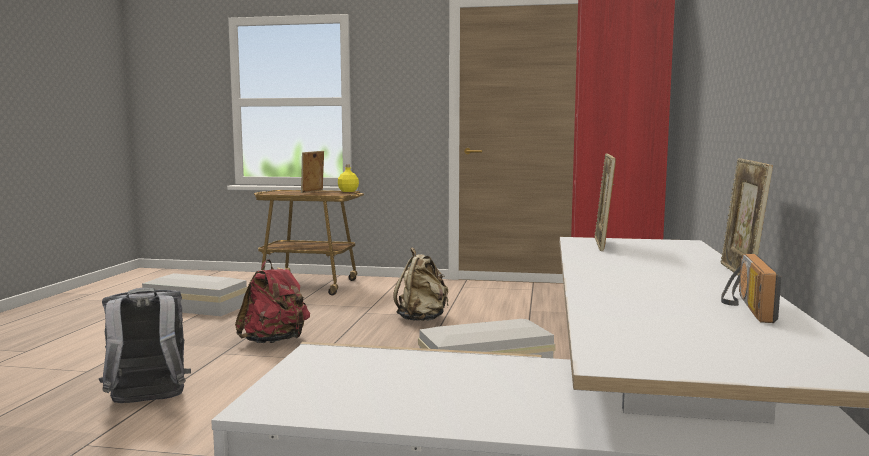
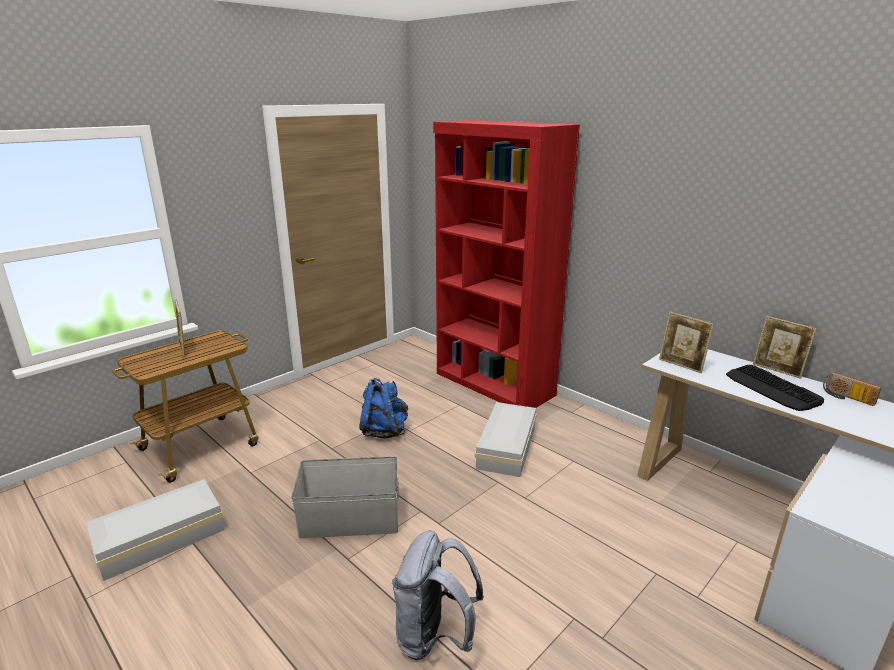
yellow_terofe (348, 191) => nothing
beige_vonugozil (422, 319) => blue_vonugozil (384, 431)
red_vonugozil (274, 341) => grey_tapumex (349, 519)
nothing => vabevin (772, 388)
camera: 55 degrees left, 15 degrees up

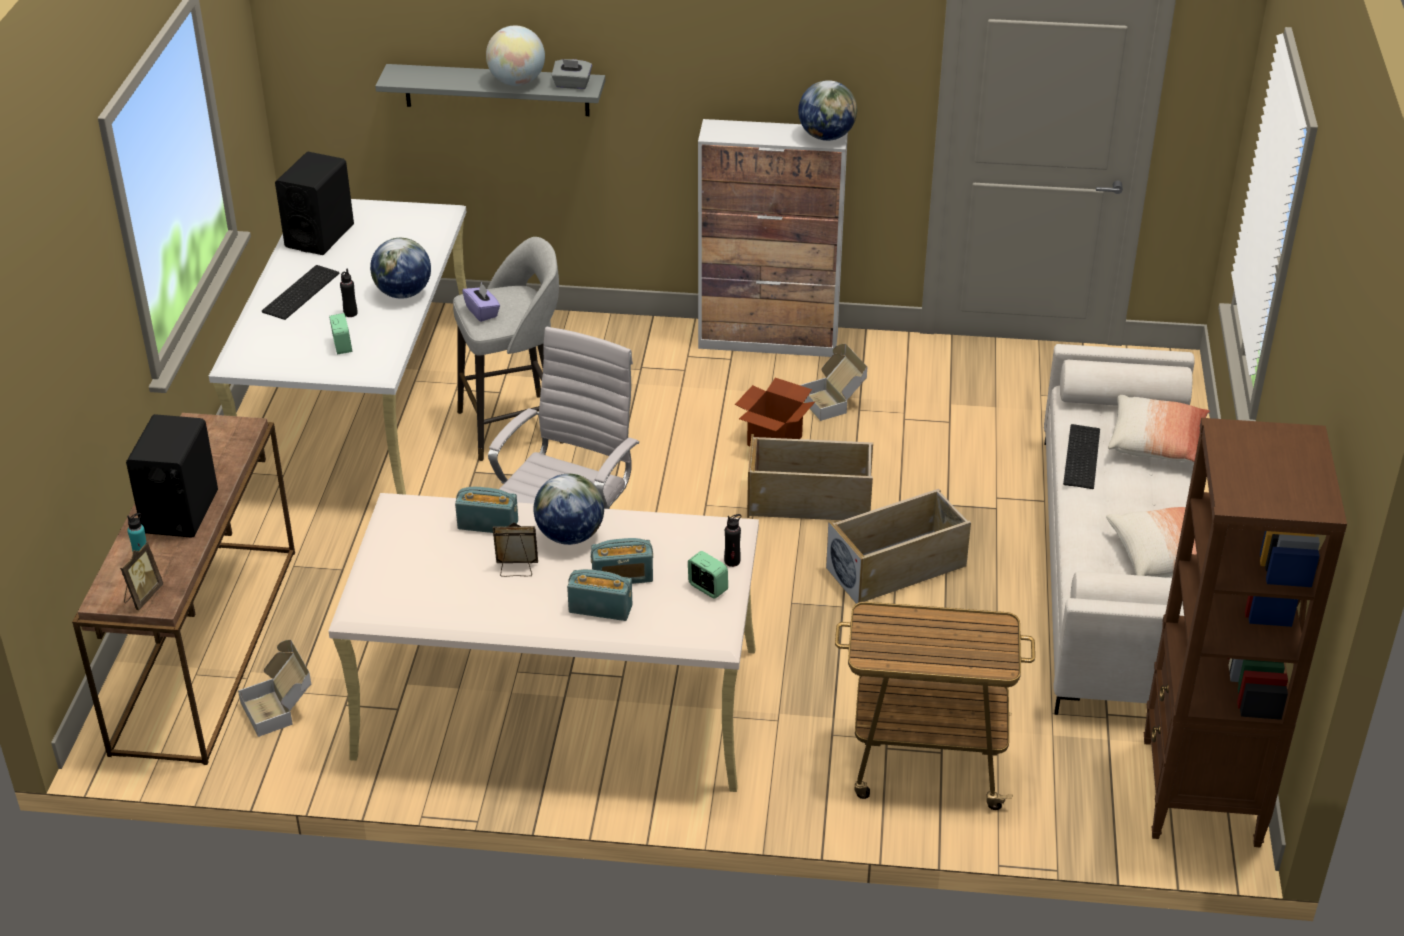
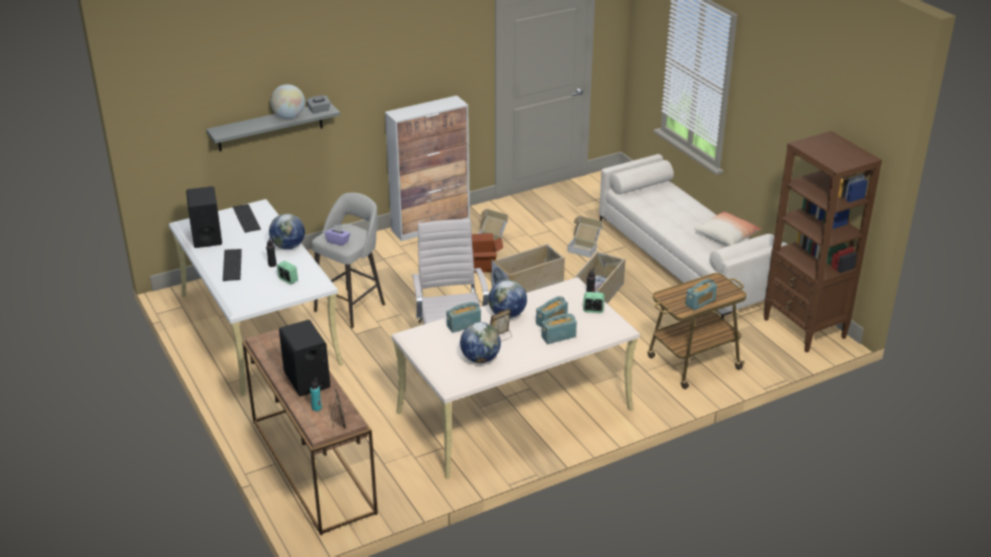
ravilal (826, 136) => ravilal (480, 359), moved
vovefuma (1156, 443) => nothing
vabevin (1080, 456) => vabevin (245, 218), moved
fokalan (280, 709) => fokalan (584, 248), moved
nothing => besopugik (700, 302)
camera: 35 degrees left, 5 degrees down

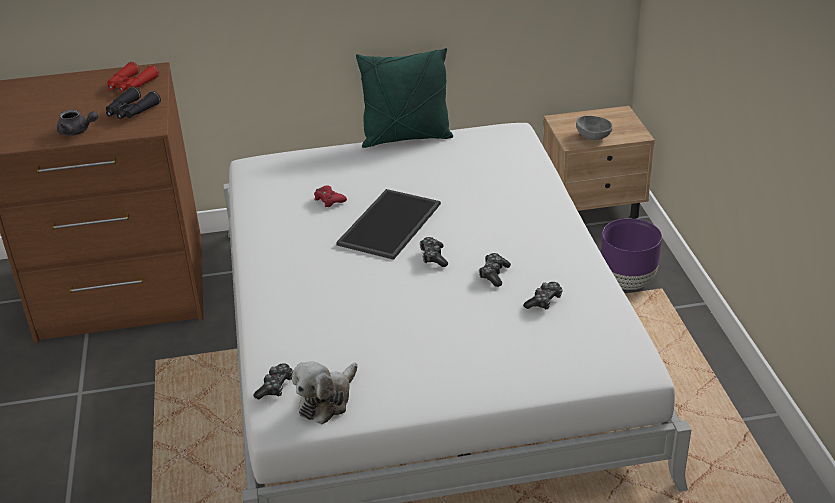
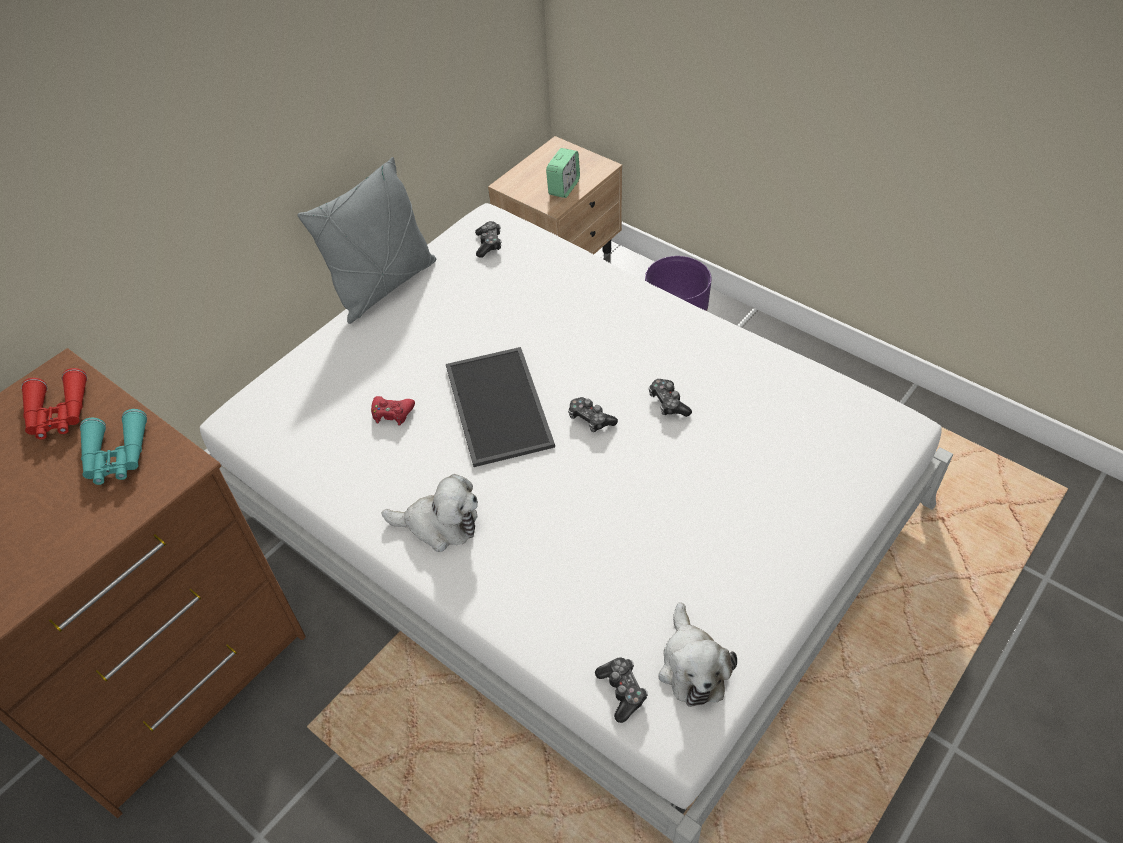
green_vovefuma (406, 138) => grey_vovefuma (384, 286)
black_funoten (131, 112) => turquoise_funoten (116, 457)
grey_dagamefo (77, 131) => nothing
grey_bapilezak (593, 136) => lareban (564, 188)
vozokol (544, 301) => vozokol (488, 244), moved
nothing => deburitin (439, 525)
camera: 40 degrees left, 15 degrees up

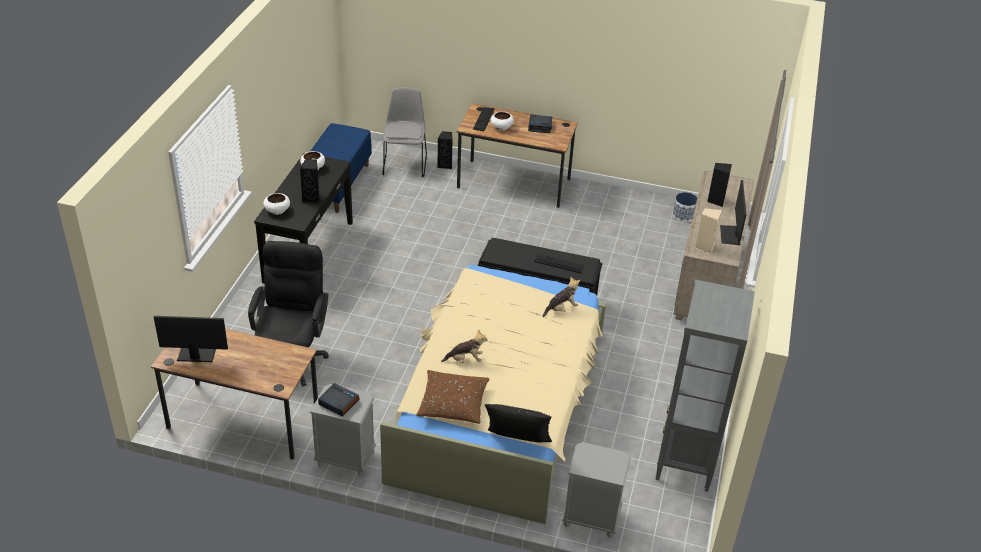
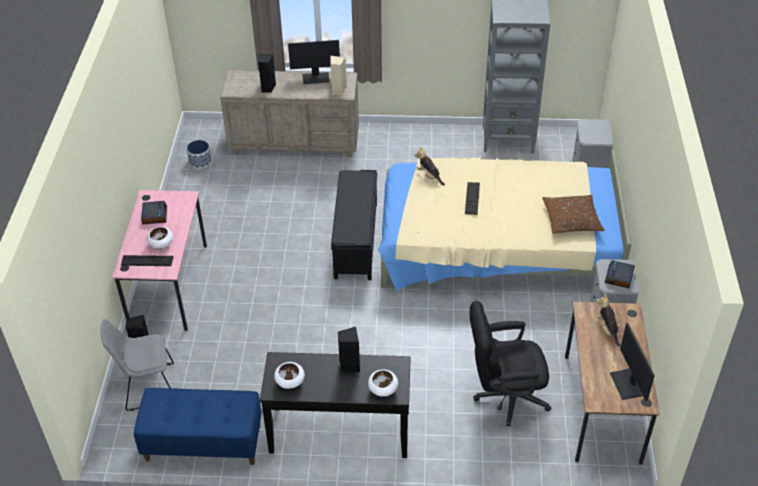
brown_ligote (514, 183) => pink_ligote (169, 285)
vabevin (559, 263) => vabevin (472, 198), moved
deburitin (465, 360) => deburitin (607, 329), moved
black_vovefuma (517, 444) => nothing
camera: 100 degrees left, 5 degrees up

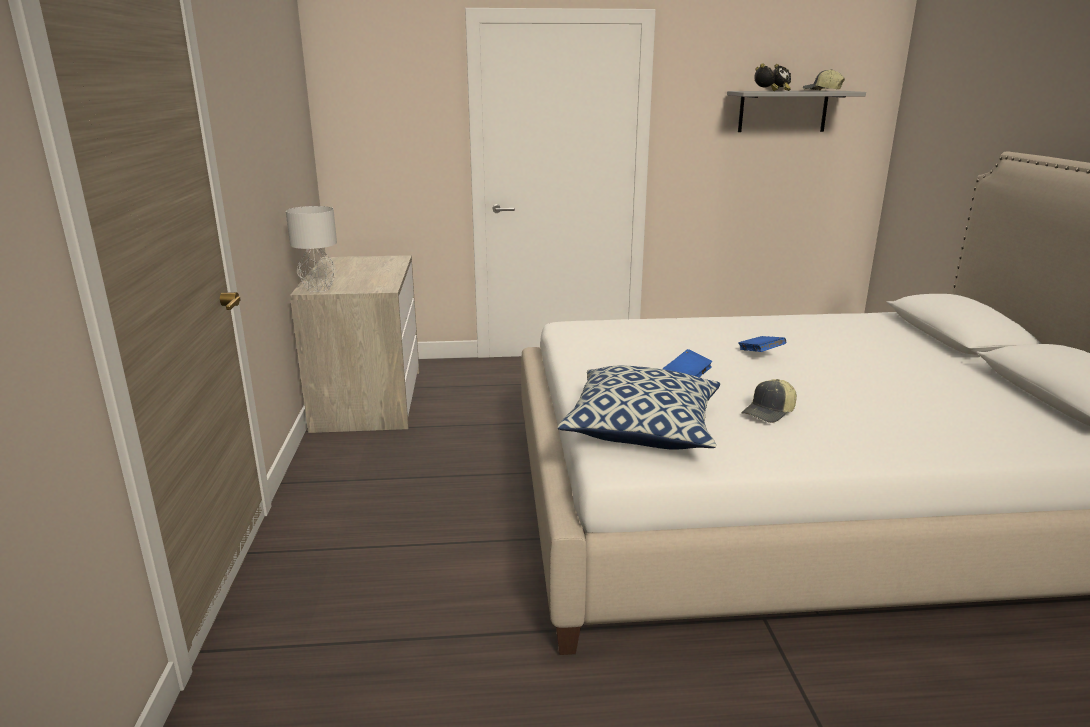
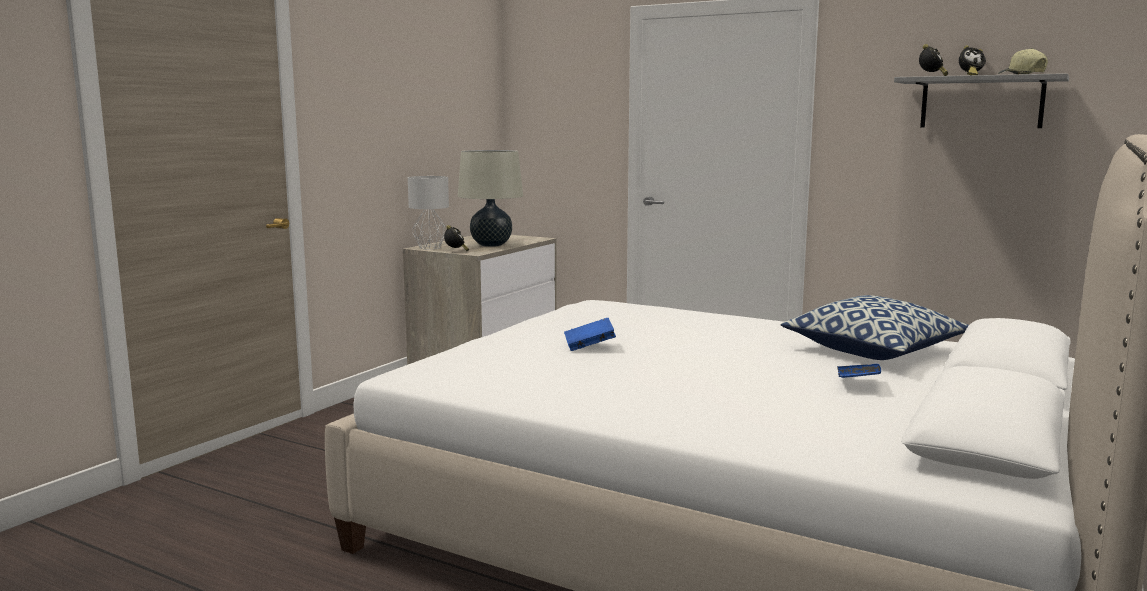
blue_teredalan (760, 354) => blue_teredalan (858, 385), moved
vovefuma (643, 429) => vovefuma (874, 351), moved
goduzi (769, 413) => nothing
nothing => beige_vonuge (491, 245)
nothing => lareban (456, 251)
camera: 35 degrees right, 10 degrees down

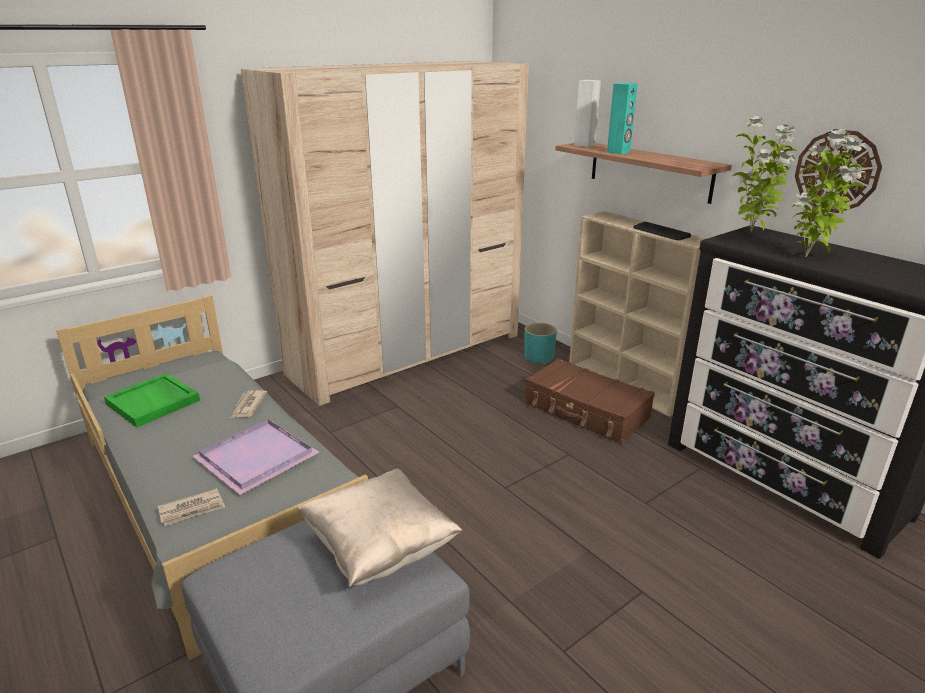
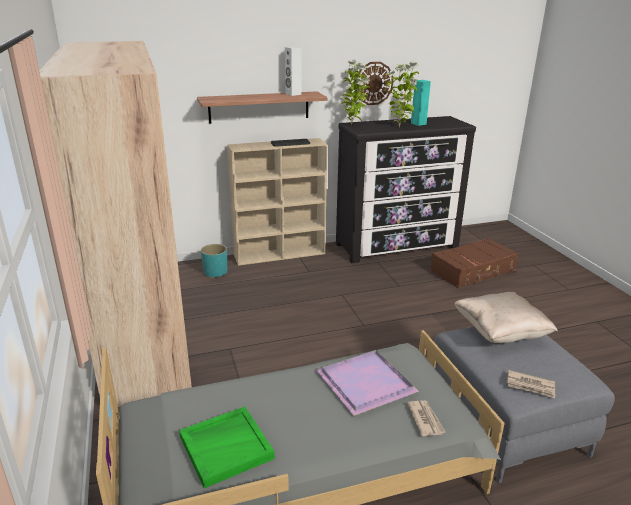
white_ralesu (584, 145) => white_ralesu (293, 94), moved
turquoise_ralesu (618, 152) => turquoise_ralesu (418, 124), moved
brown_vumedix (586, 411) => brown_vumedix (473, 271), moved
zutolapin (248, 406) => zutolapin (530, 386), moved
camera: 70 degrees left, 0 degrees up

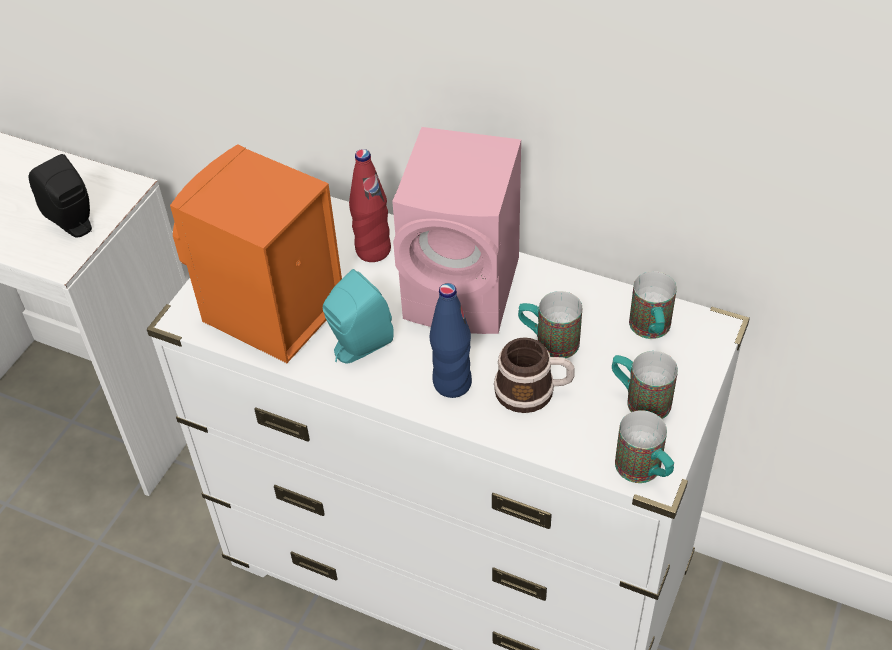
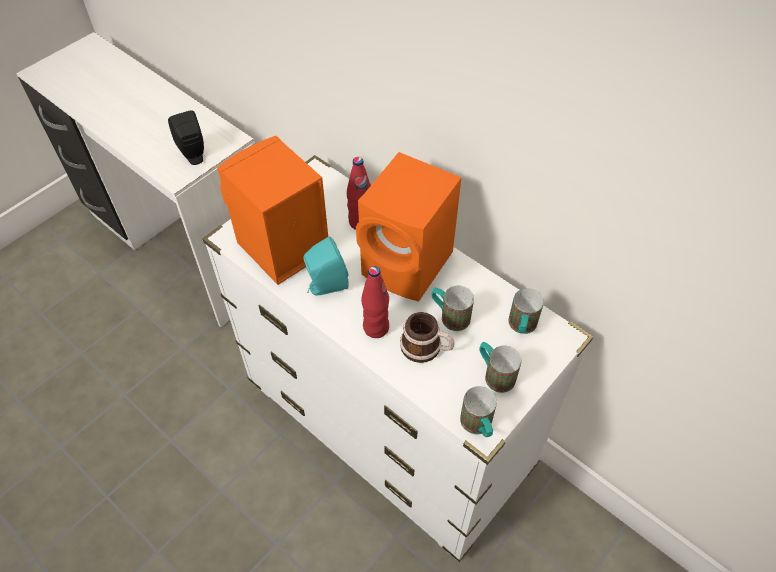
pink_ralesu (466, 290) => orange_ralesu (409, 266)
blue_terofe (452, 383) => red_terofe (376, 328)
camera: 15 degrees right, 5 degrees up

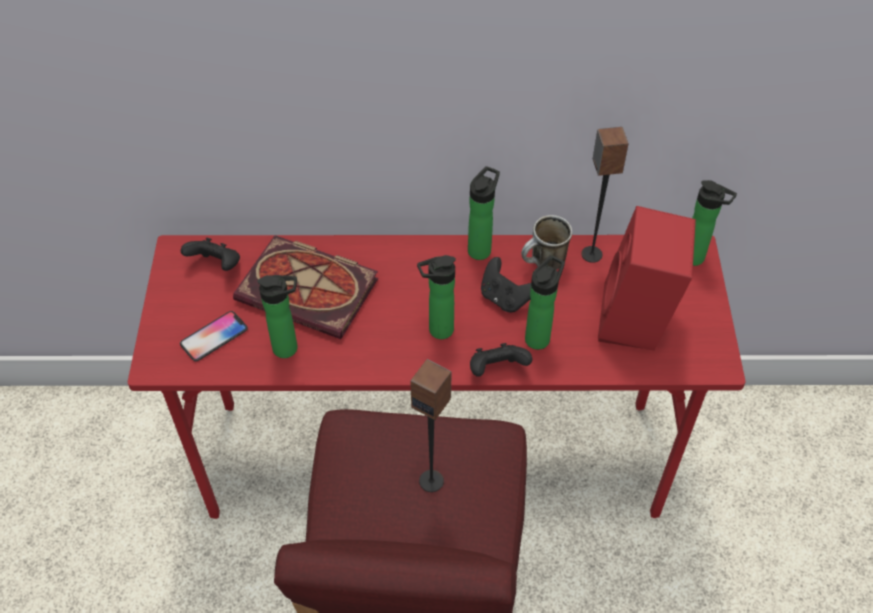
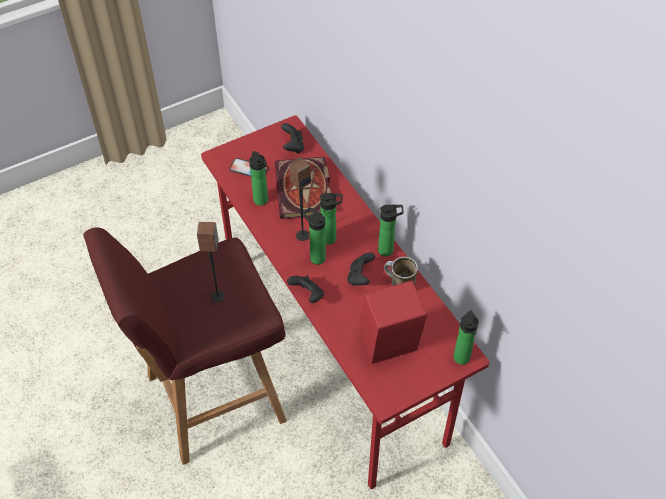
ralesu (591, 254) => ralesu (302, 235), moved
terofe (539, 337) => terofe (331, 239), moved
camera: 60 degrees right, 0 degrees up

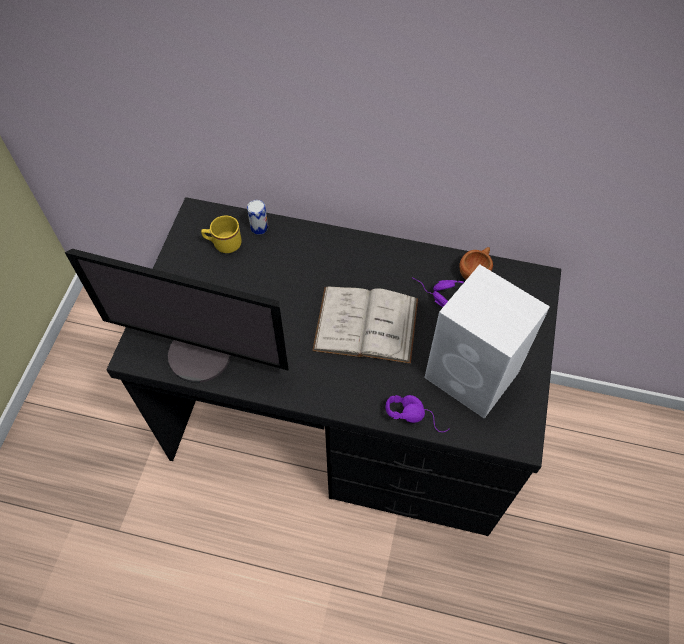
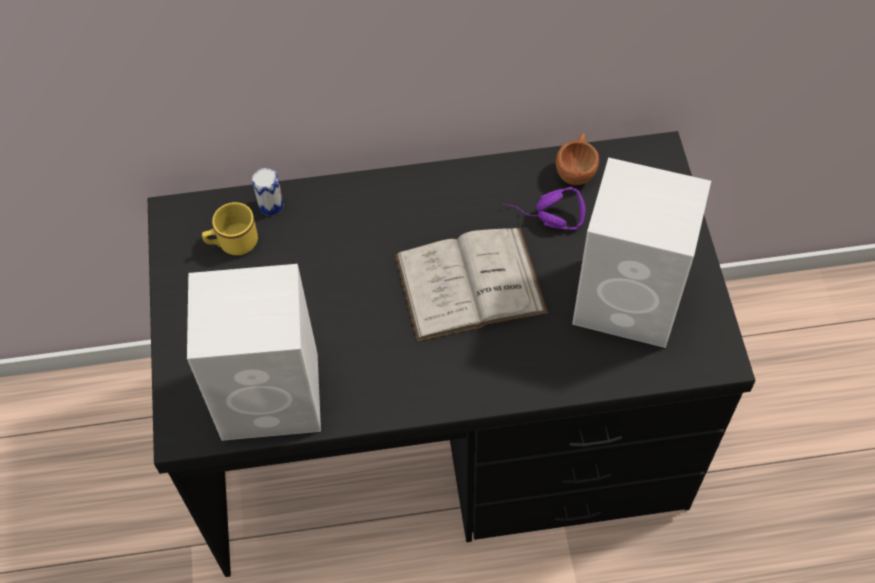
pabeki (201, 353) => white_ralesu (273, 396)
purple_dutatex (417, 415) => nothing
camera: 20 degrees left, 0 degrees up

